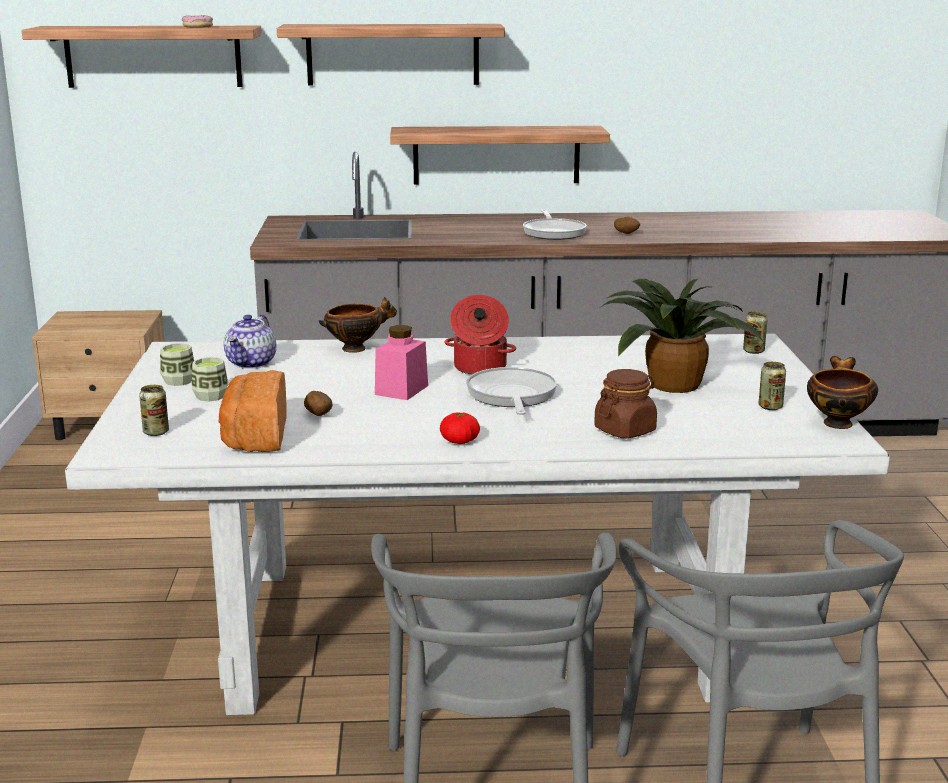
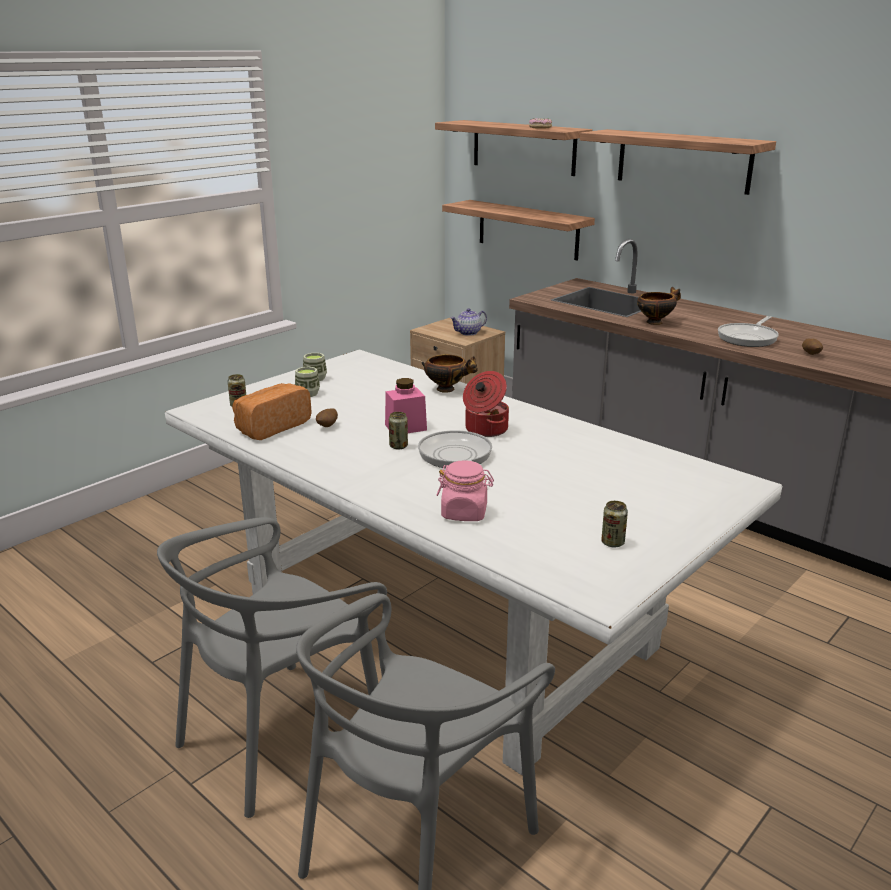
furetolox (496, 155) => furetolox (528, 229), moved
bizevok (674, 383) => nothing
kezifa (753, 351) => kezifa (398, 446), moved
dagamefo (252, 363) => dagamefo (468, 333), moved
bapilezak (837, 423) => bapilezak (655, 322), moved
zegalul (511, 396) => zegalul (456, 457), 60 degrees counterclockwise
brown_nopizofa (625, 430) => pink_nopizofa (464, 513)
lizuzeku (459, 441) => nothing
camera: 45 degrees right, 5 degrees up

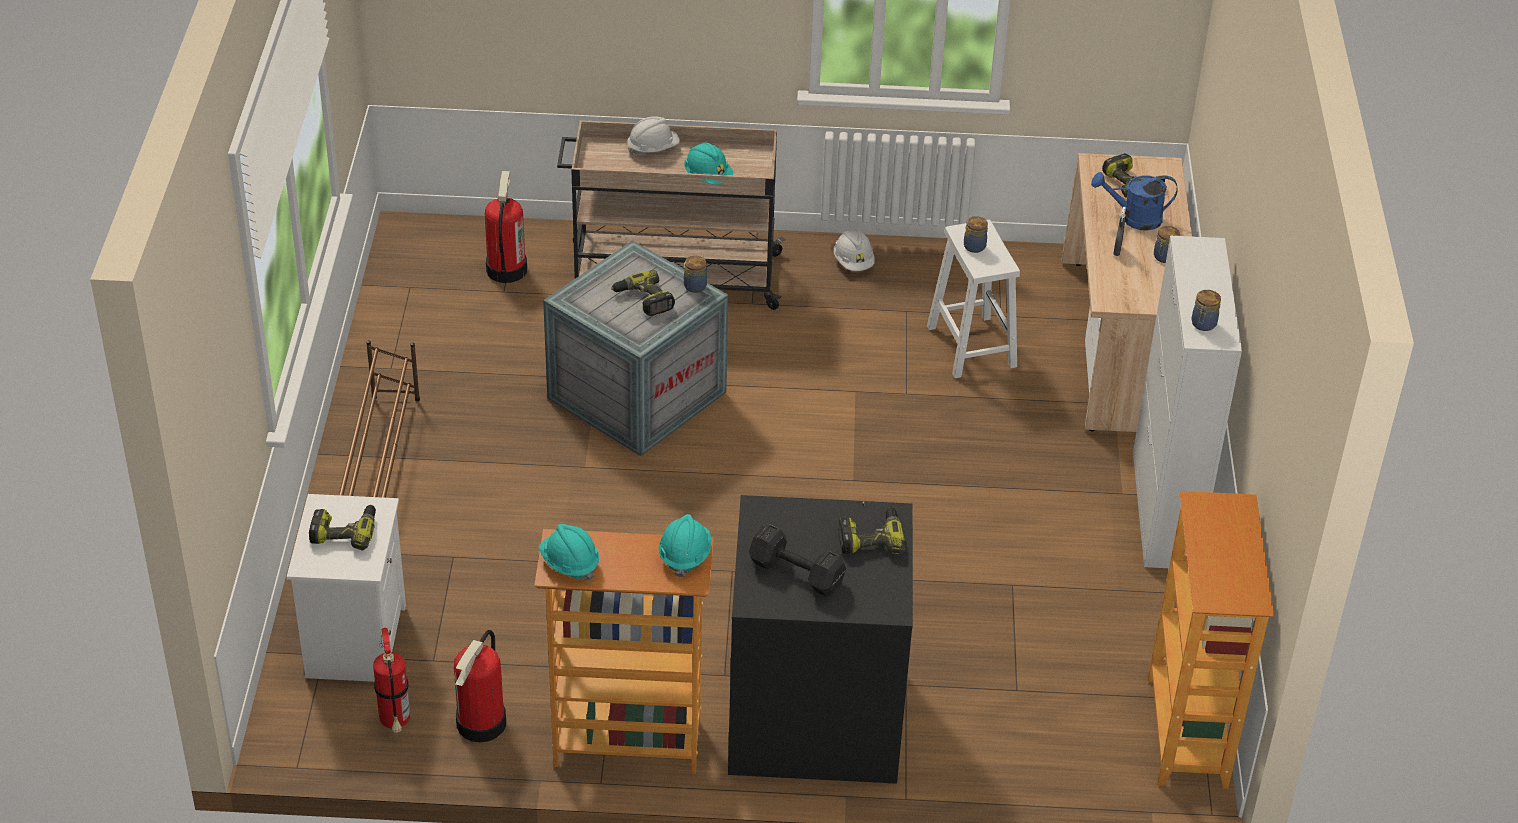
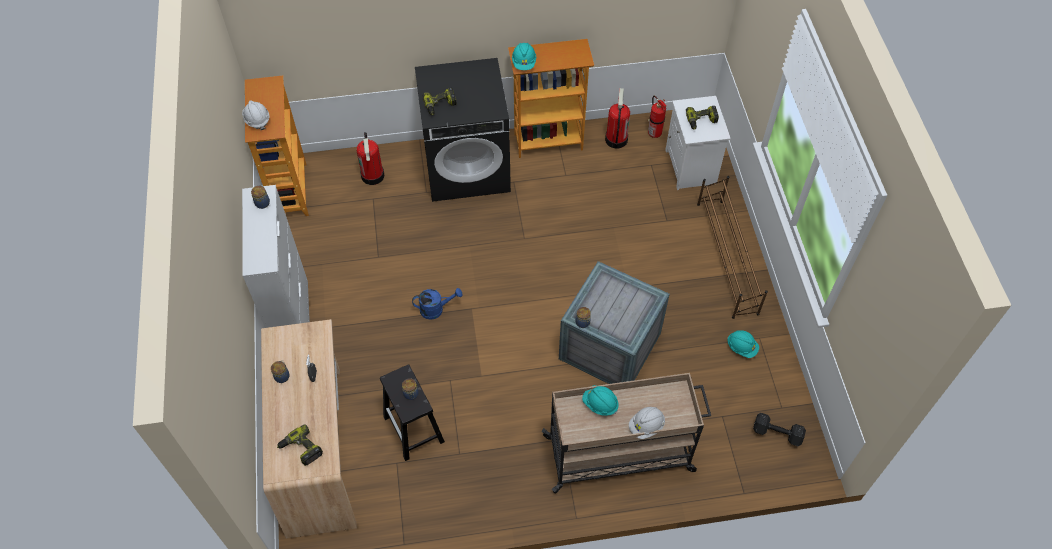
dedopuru (506, 269) => dedopuru (373, 176), moved
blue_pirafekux (1134, 218) => blue_pirafekux (436, 309), moved
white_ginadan (970, 345) => black_ginadan (414, 430)
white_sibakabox (853, 262) => white_sibakabox (257, 120), moved
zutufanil (643, 300) => nothing
turquoise_sibakabox (569, 563) => turquoise_sibakabox (741, 347), moved
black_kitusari (795, 572) => black_kitusari (778, 434), moved
camera: 170 degrees right, 15 degrees up

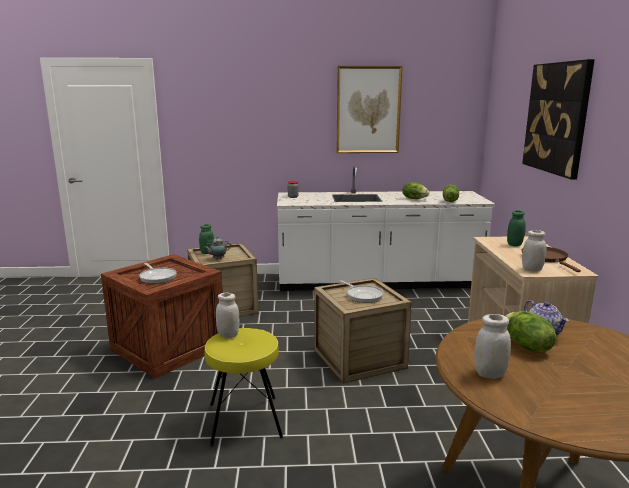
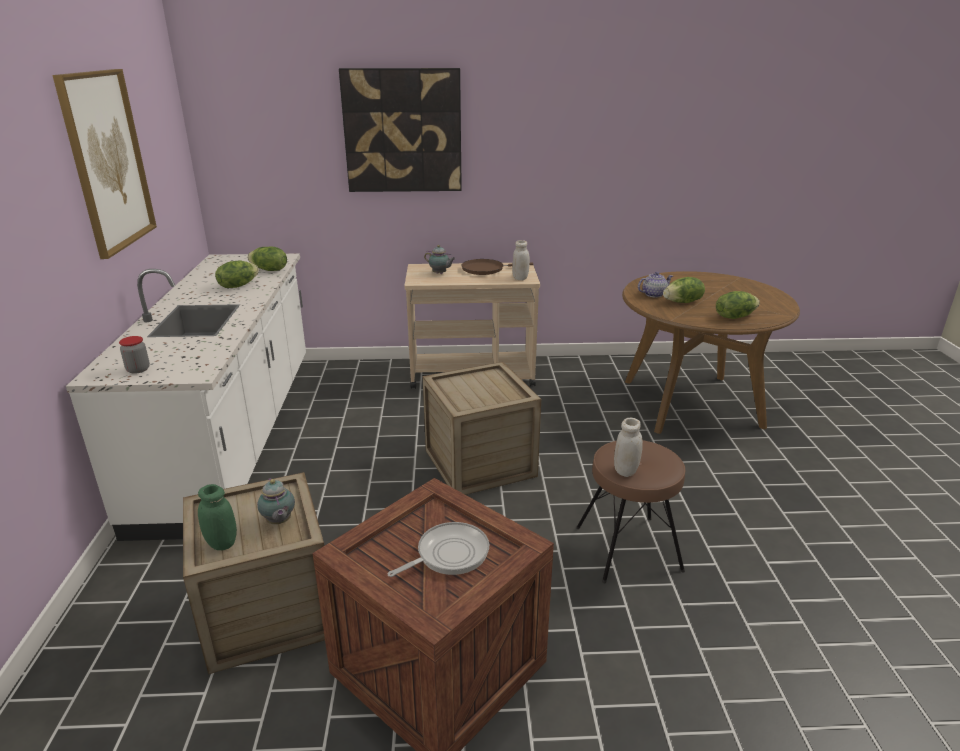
green_nopizofa (514, 245) => dagamefo (440, 274)
zegalul (363, 295) => nothing
white_nopizofa (489, 374) => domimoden (734, 317)
yellow_ginadan (245, 420) => brown_ginadan (628, 548)
camera: 90 degrees left, 10 degrees up

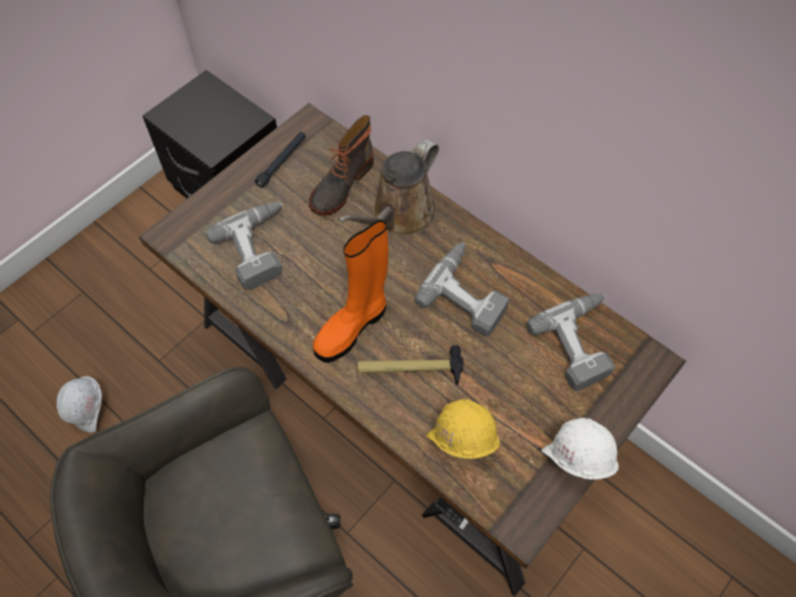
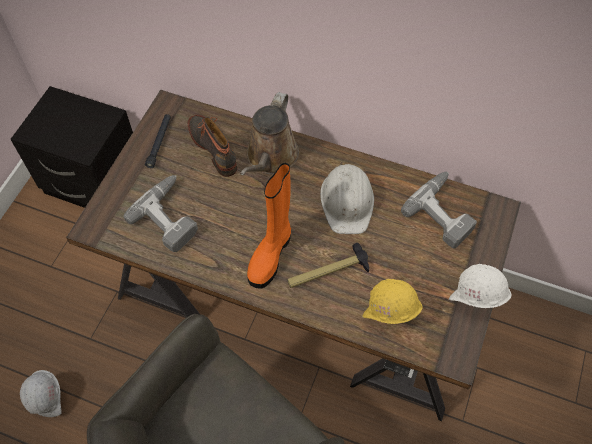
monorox (340, 185) => monorox (214, 147), 135 degrees clockwise
zutufanil (468, 293) => white_sibakabox (347, 201)
camera: 20 degrees left, 0 degrees up

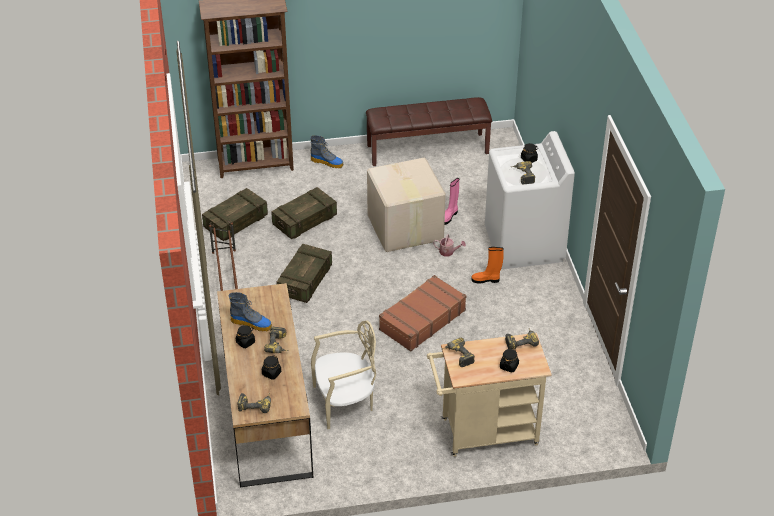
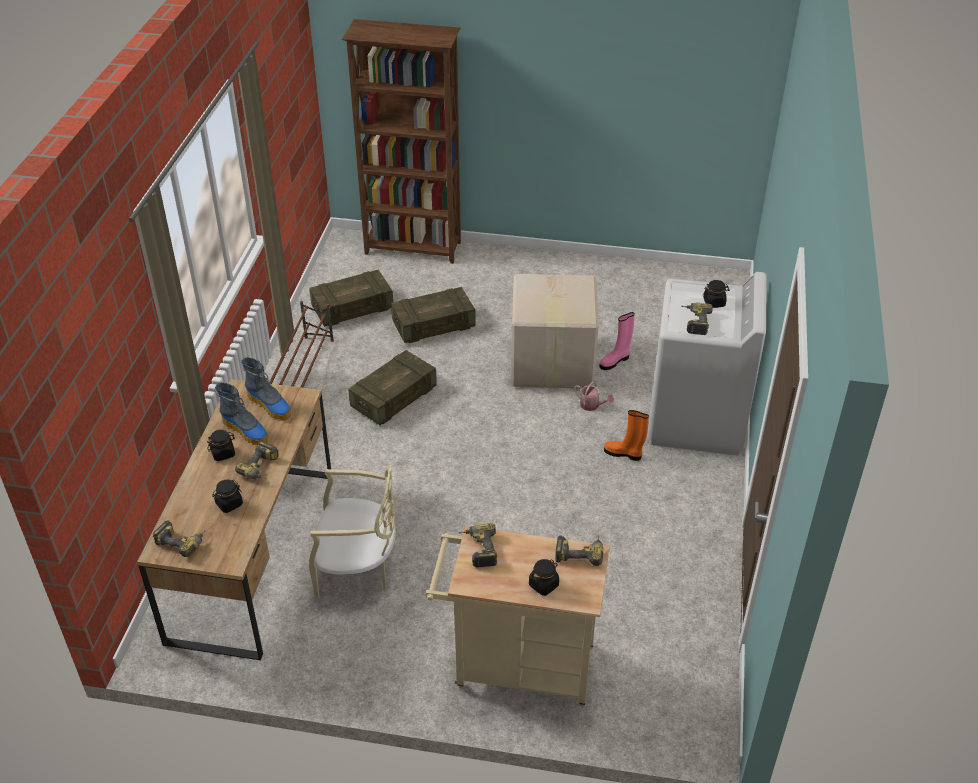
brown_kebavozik (427, 149) => nothing
monorox (327, 162) => monorox (270, 405), moved
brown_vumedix (421, 320) => nothing
camera: 20 degrees right, 0 degrees up

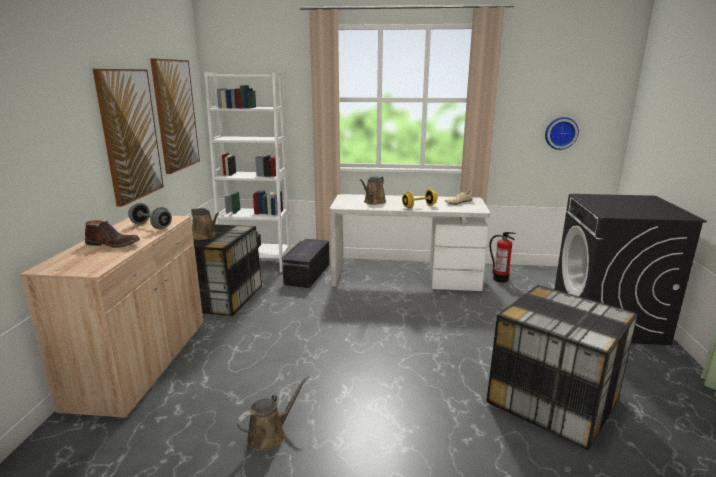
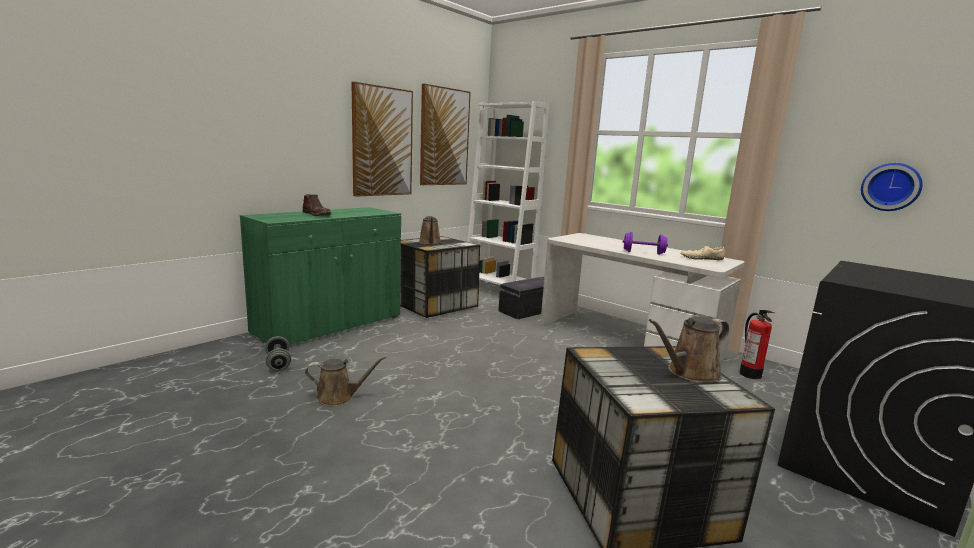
brown_pirafekux (373, 202) => brown_pirafekux (690, 373), moved
yellow_kitusari (419, 206) => purple_kitusari (643, 253)
grey_kitusari (151, 226) => grey_kitusari (278, 363), moved
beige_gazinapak (141, 363) => green_gazinapak (329, 325)
camera: 35 degrees right, 5 degrees down

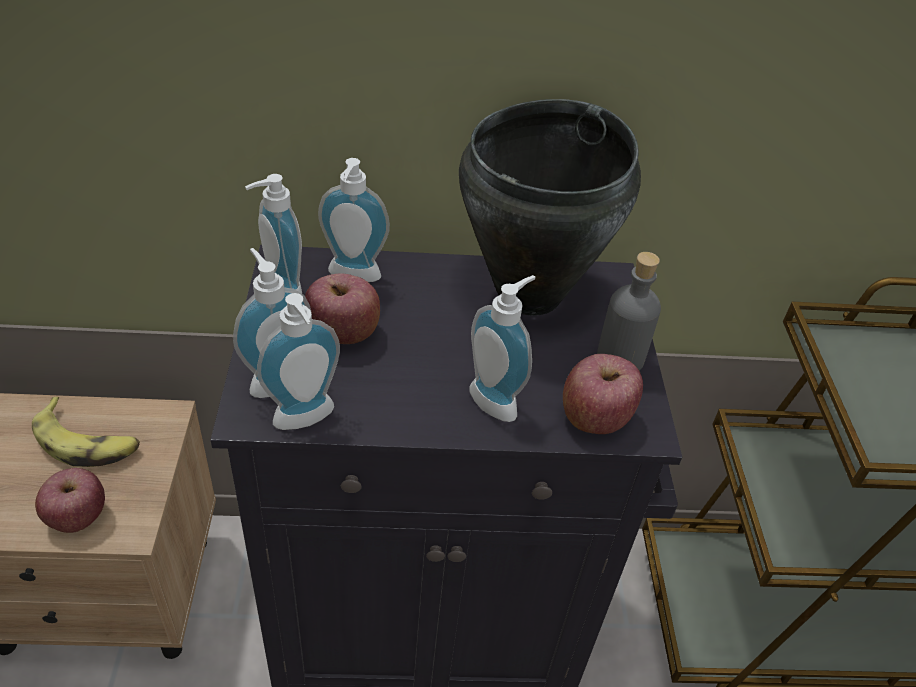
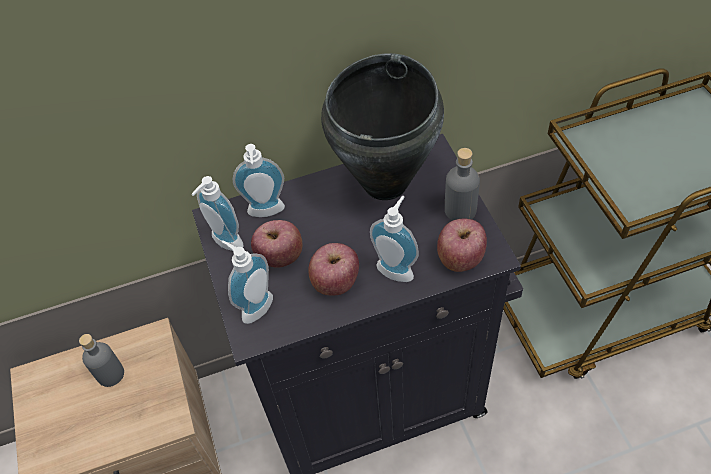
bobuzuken (306, 420) => nothing
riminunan (87, 442) => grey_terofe (111, 374)
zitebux (77, 517) => zitebux (335, 282), moved
camera: 10 degrees left, 10 degrees up

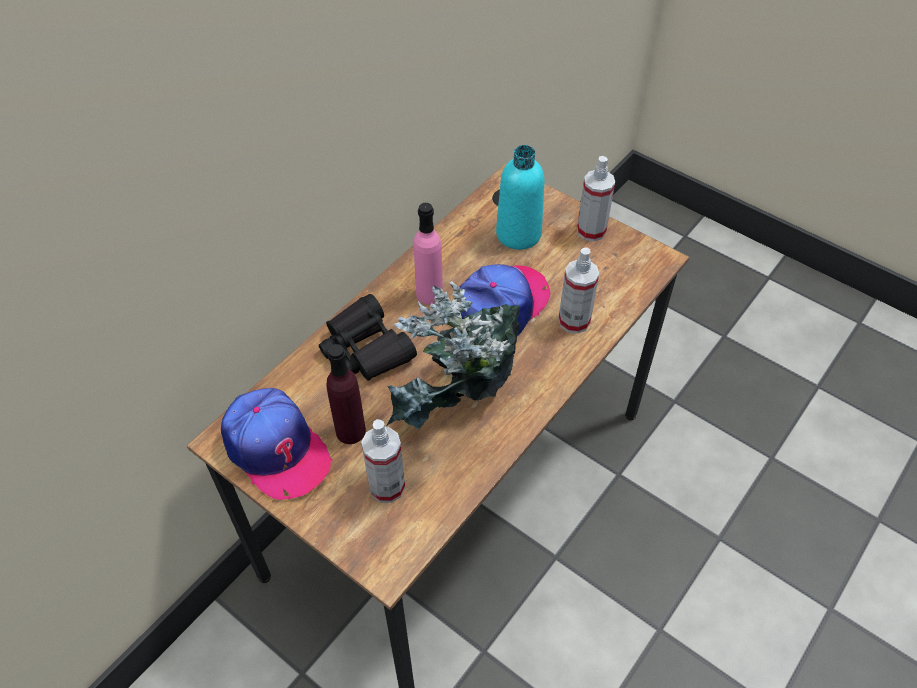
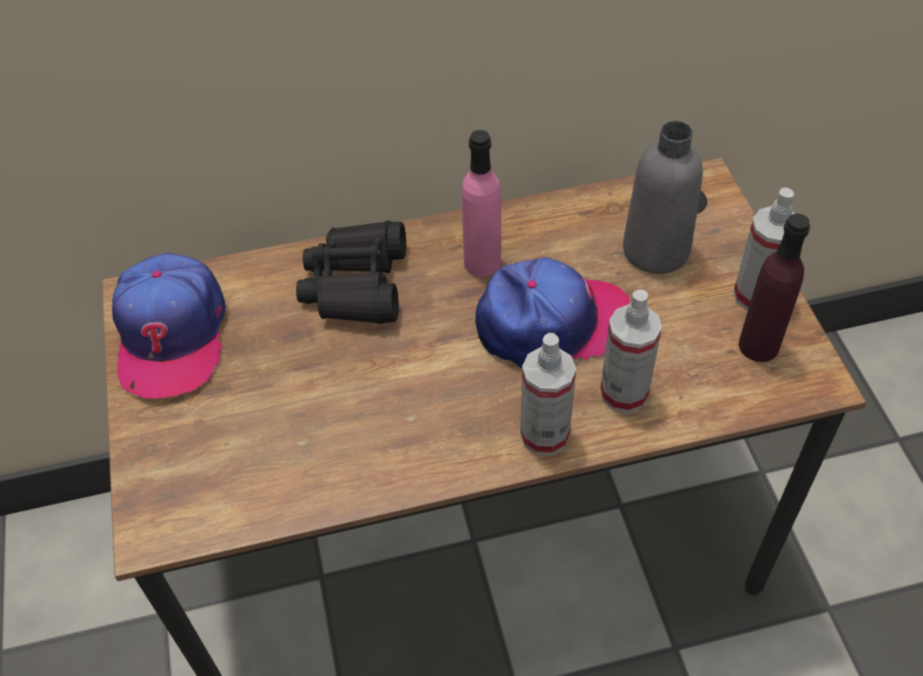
turquoise_terofe (518, 234) => grey_terofe (656, 250)
bizevok (458, 409) => nothing
purple_terofe (350, 431) => purple_terofe (758, 346), moved
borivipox (387, 487) => borivipox (544, 435), moved
camera: 40 degrees right, 0 degrees up

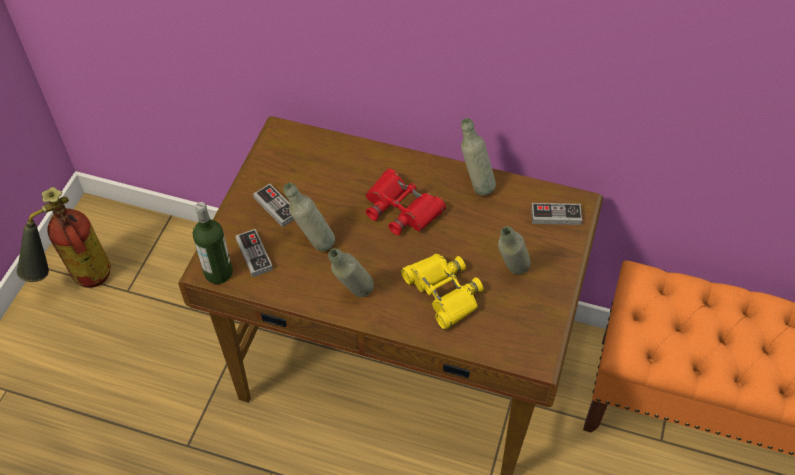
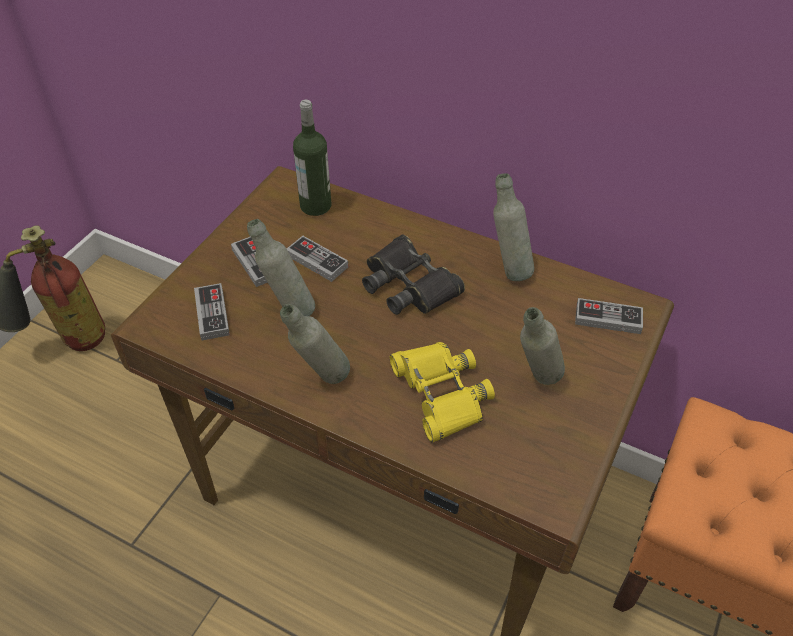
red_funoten (401, 208) => black_funoten (409, 284)
terofe (218, 272) => terofe (315, 206), moved
nothing => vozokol (317, 261)
camera: 10 degrees right, 5 degrees down

